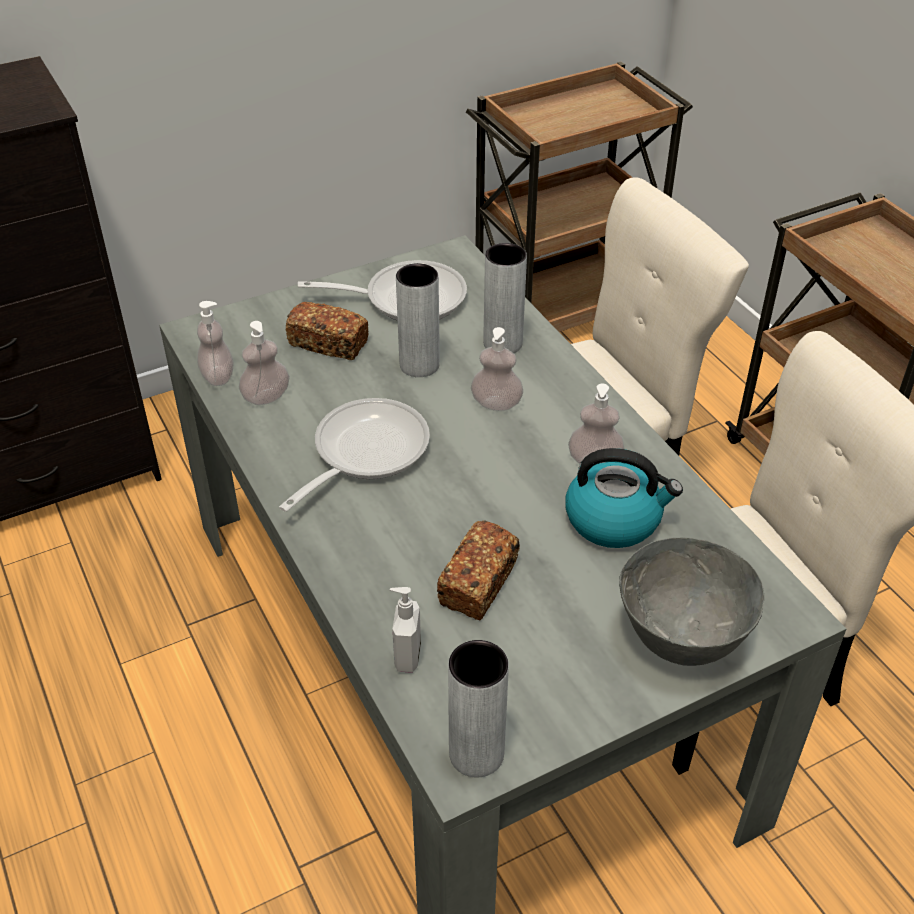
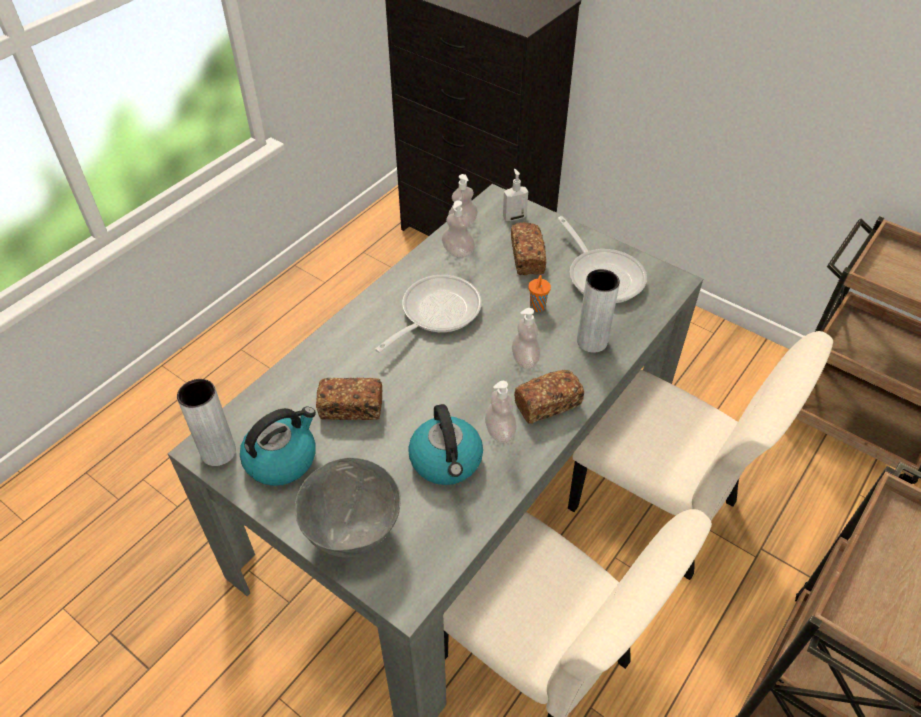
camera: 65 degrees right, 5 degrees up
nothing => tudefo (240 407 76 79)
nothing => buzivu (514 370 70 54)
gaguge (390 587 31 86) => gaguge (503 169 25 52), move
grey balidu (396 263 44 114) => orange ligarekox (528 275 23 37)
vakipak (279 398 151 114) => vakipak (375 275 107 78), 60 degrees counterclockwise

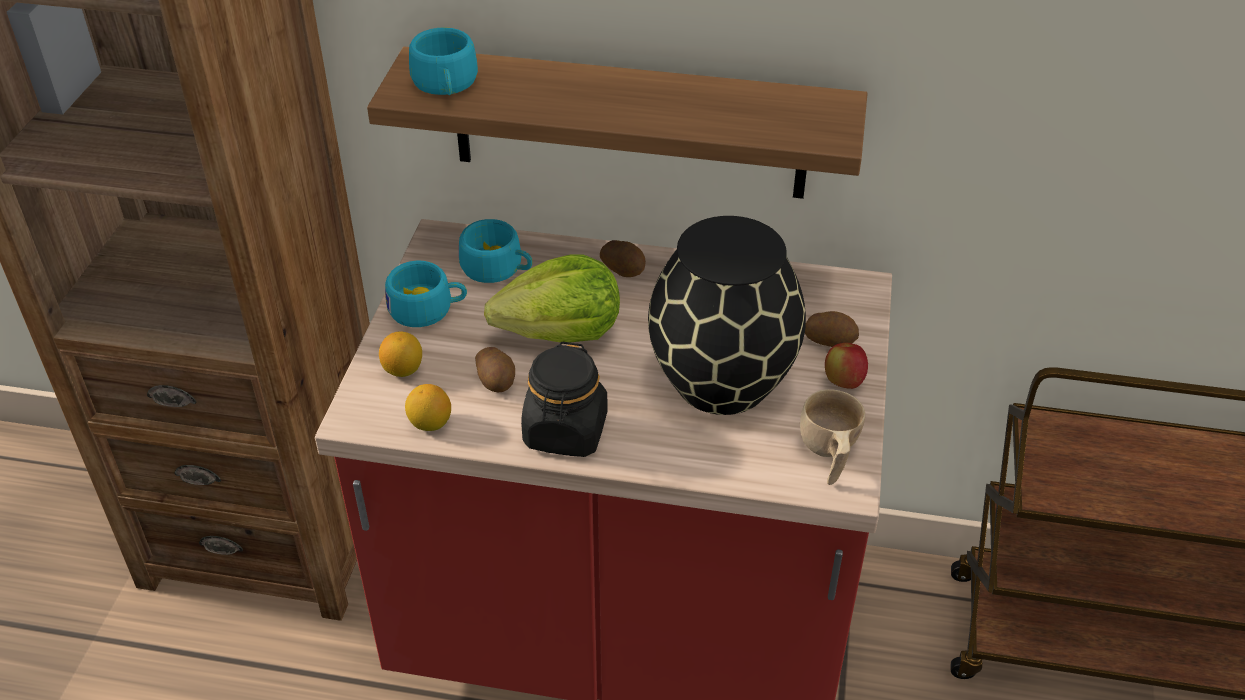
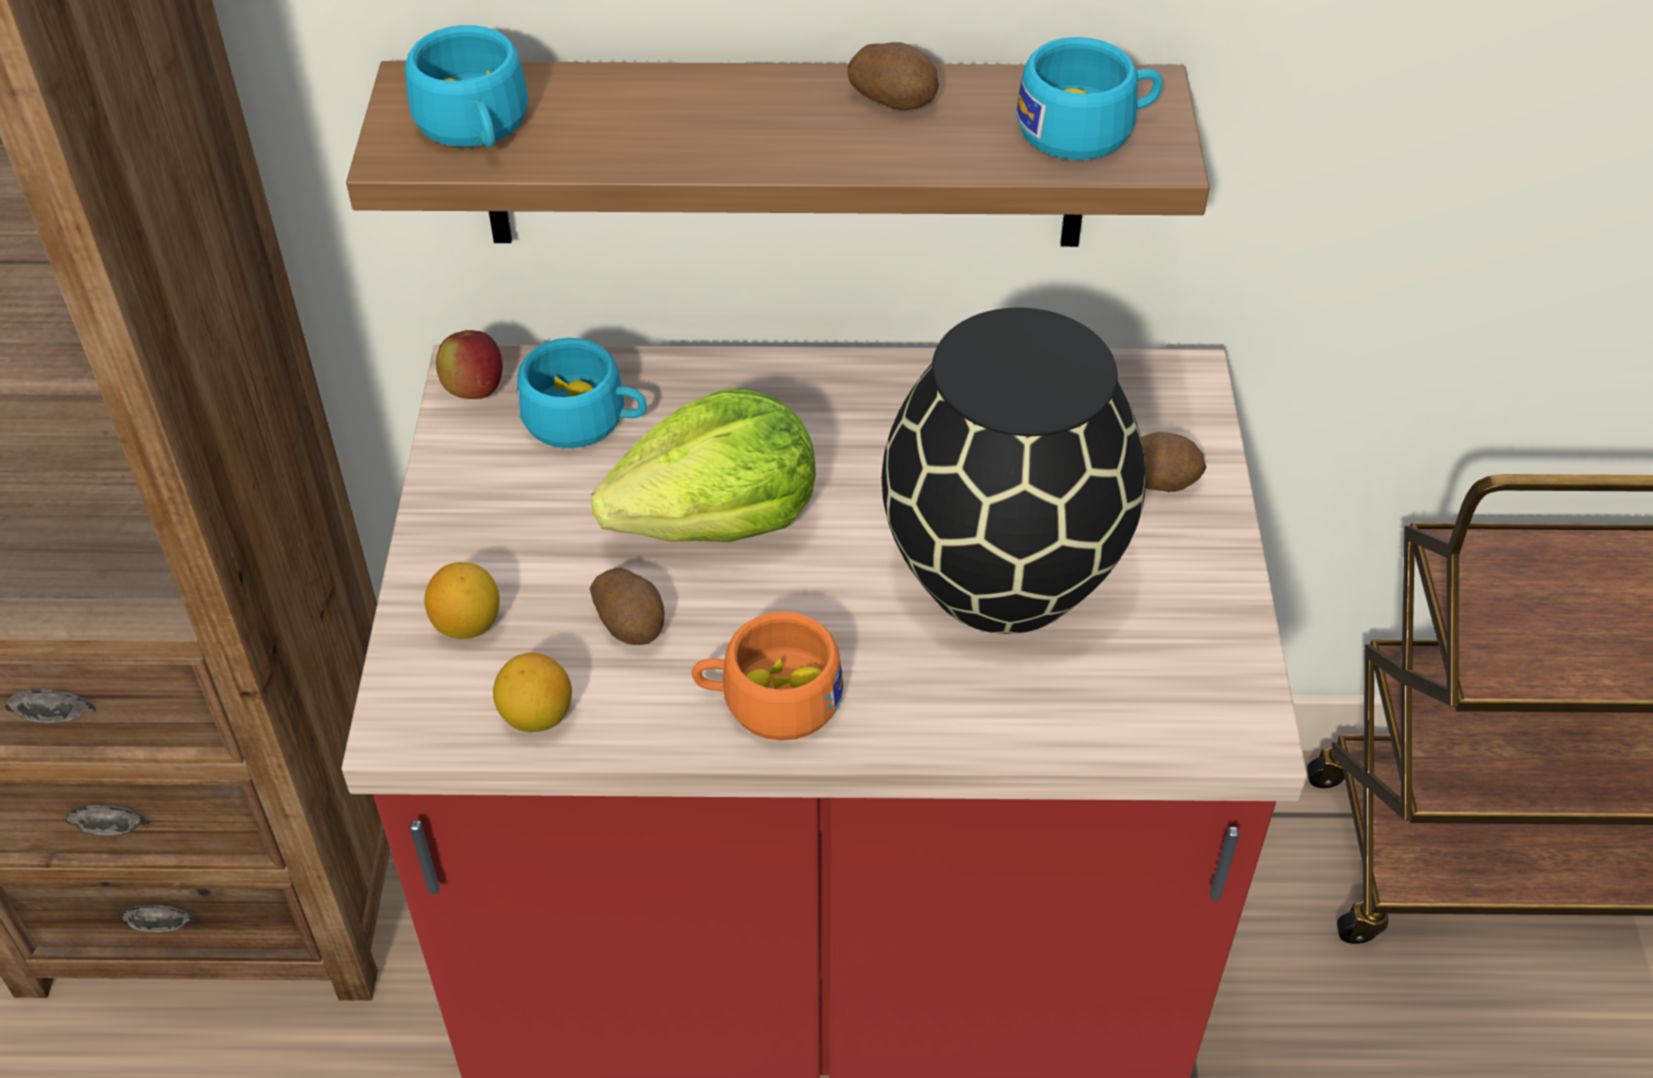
camera: 10 degrees left, 5 degrees up
beige ligarekox (800 389 65 96) => nothing
turquoise ligarekox (385 261 82 66) => turquoise ligarekox (1016 37 147 123), move
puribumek (600 240 46 37) => puribumek (848 42 91 68), move
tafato (825 343 43 46) => tafato (436 330 67 69), move
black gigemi (521 342 87 115) => orange ligarekox (692 611 151 130)

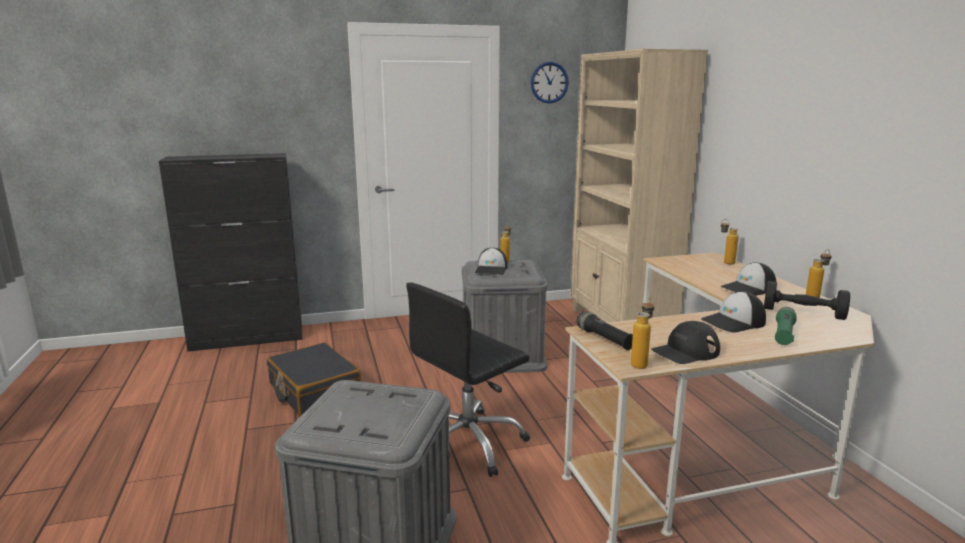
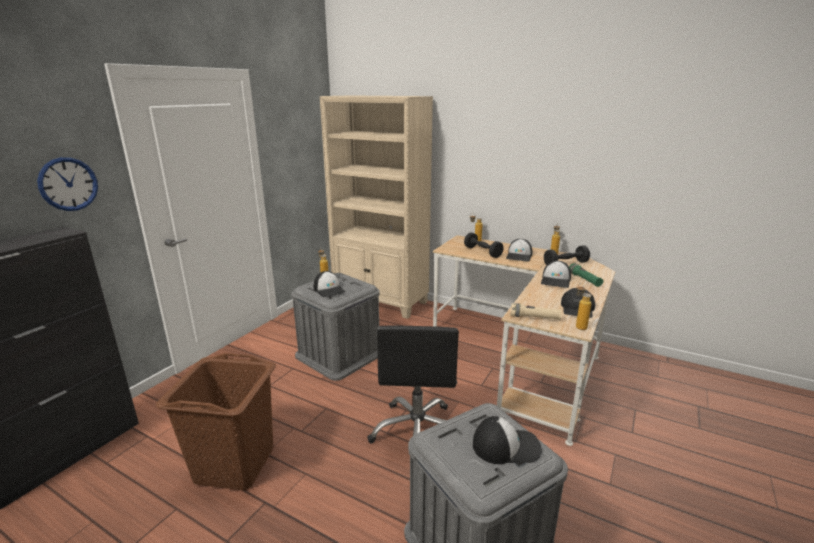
camera: 45 degrees left, 5 degrees up
nothing => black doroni (464 233 40 25)
nothing => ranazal (473 416 69 48)
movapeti (531 62 38 42) => movapeti (37 157 61 54), move
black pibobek (267 342 94 74) => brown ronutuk (156 353 120 137)
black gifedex (576 311 57 39) => beige gifedex (511 303 50 17)

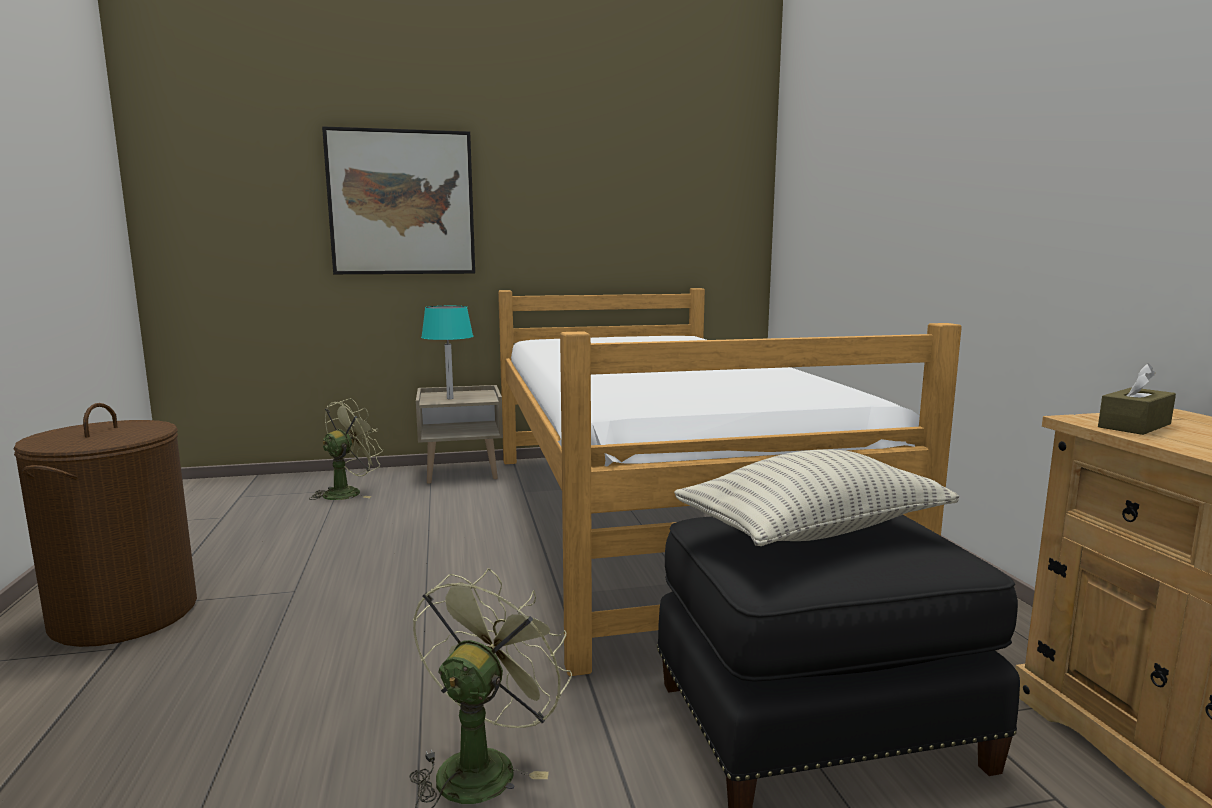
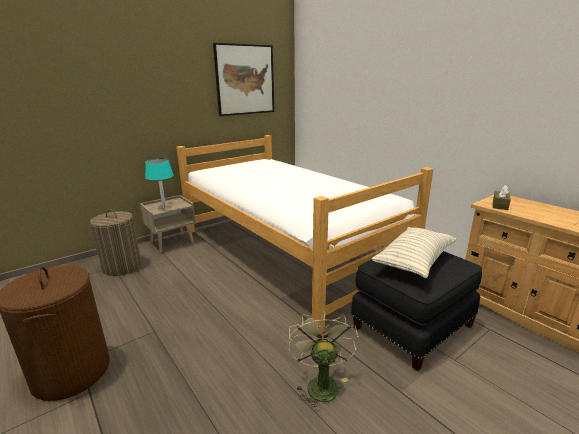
camera: 25 degrees left, 10 degrees up
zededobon (322 126 153 148) => zededobon (213 43 61 73), move
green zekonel (309 398 74 102) => ronutuk (90 209 51 67)

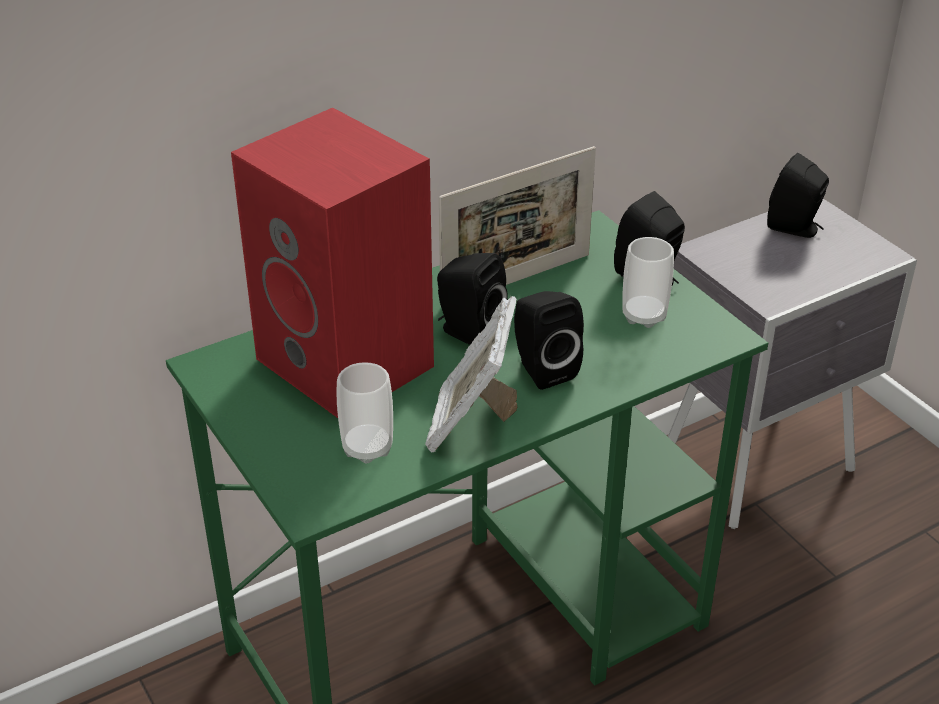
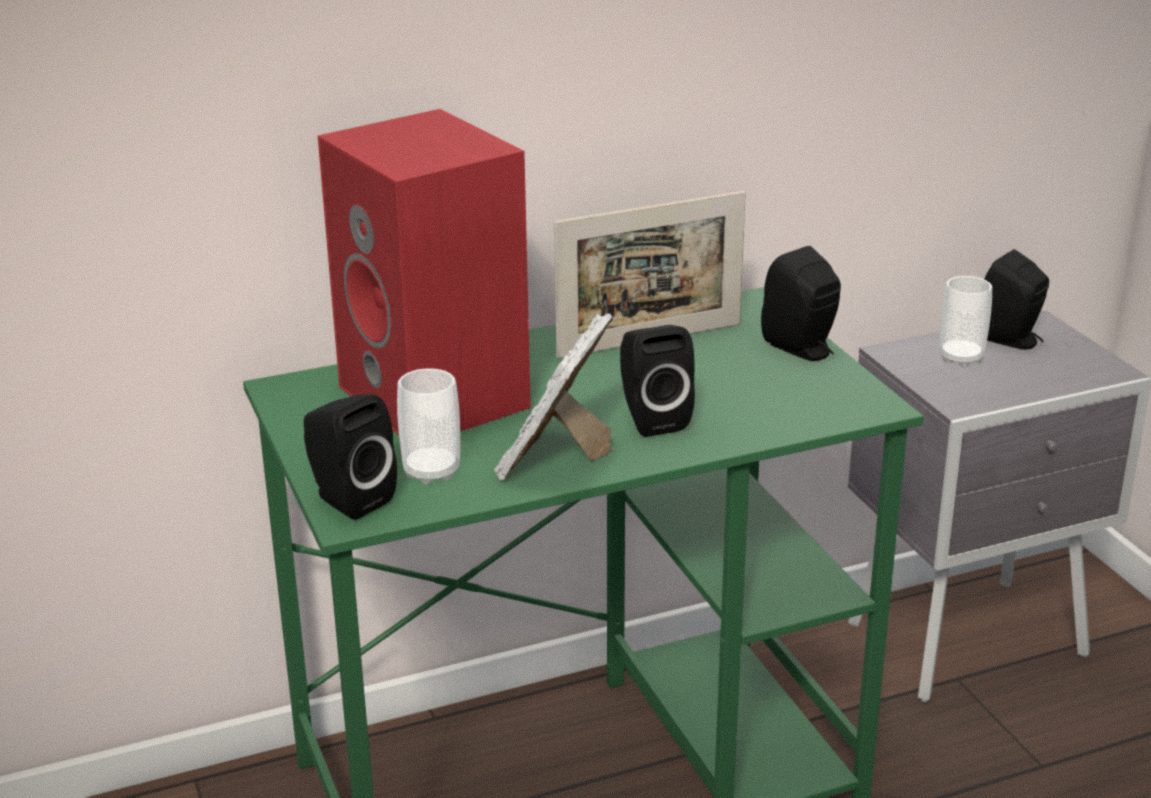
camera: 10 degrees right, 10 degrees down
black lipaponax (437 253 71 92) => black lipaponax (304 394 93 126), move
ligarekox (622 237 52 91) => ligarekox (939 276 53 91), move

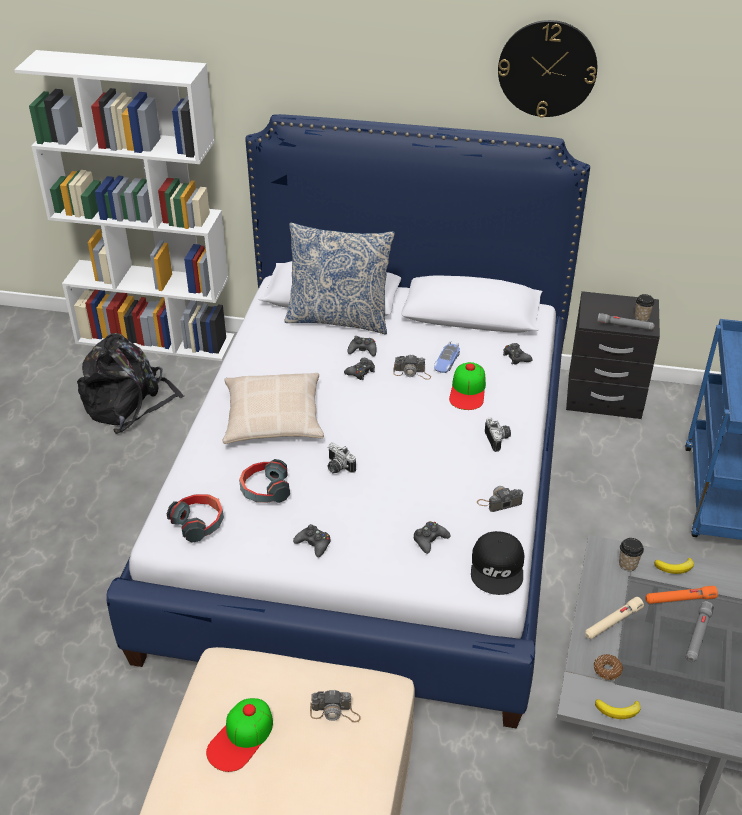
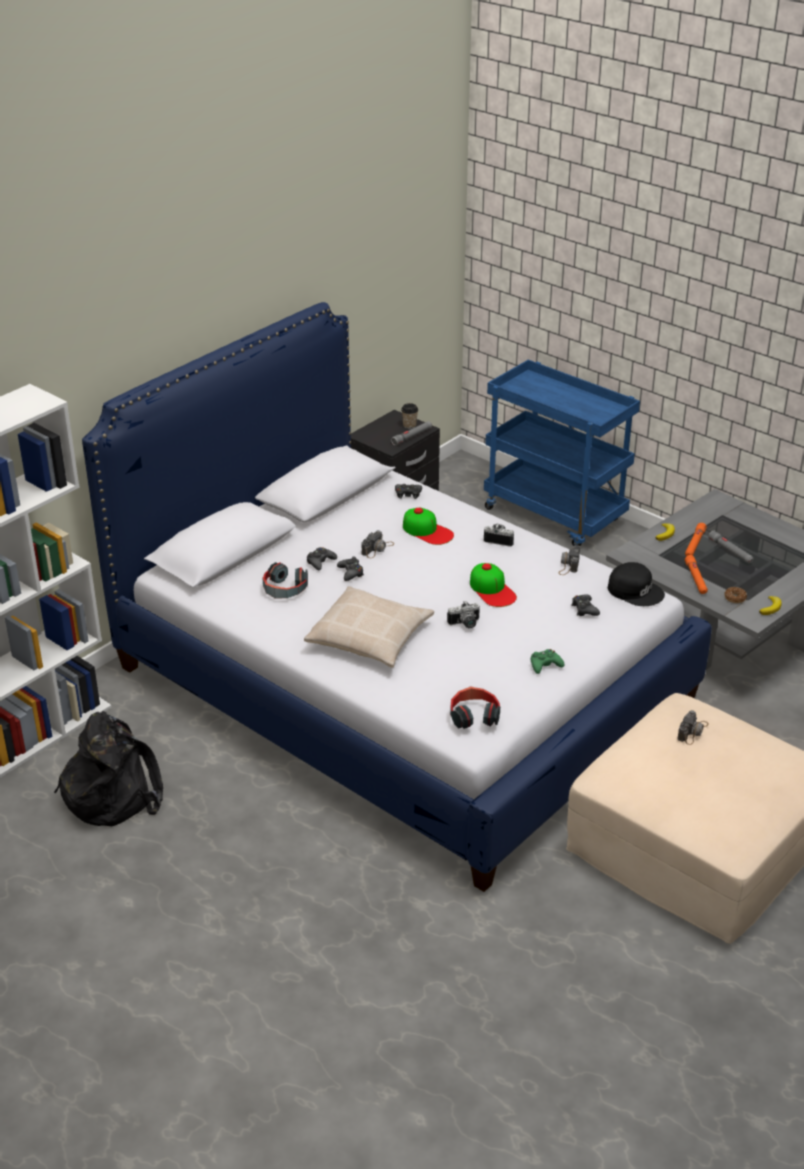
camera: 60 degrees left, 5 degrees down
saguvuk (284 223 111 111) => nothing
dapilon (434 341 26 32) => nothing
movapeti (498 20 99 97) => nothing
ligarekox (619 538 25 33) => nothing
ranazal (206 698 67 74) => ranazal (470 563 47 44), move
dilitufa (239 459 51 44) => dilitufa (263 562 45 37), move
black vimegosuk (293 524 37 33) => green vimegosuk (531 649 33 25)
beige gifedex (585 597 59 42) => orange gifedex (685 555 23 39)

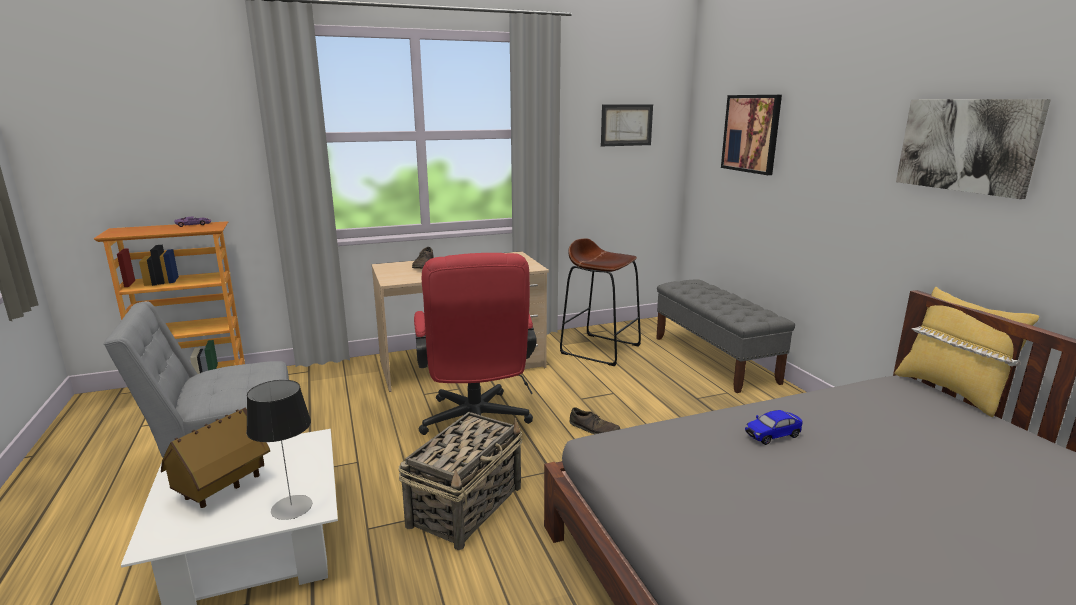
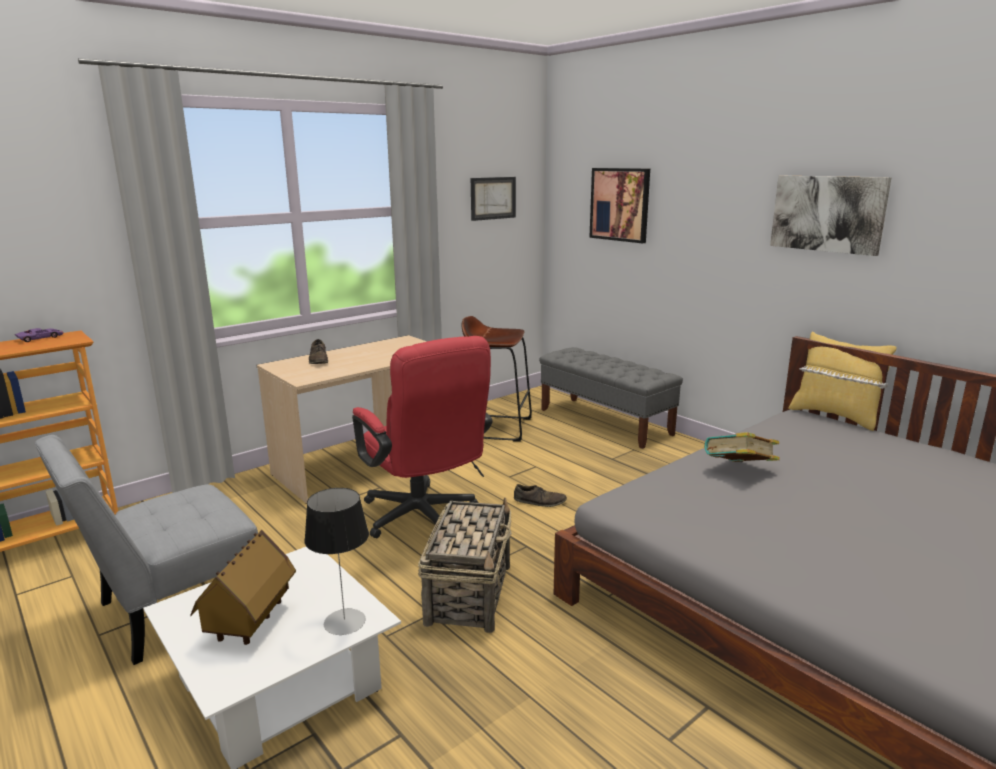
camera: 20 degrees left, 0 degrees up
dapilon (745 410 58 35) => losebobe (704 432 76 30)

